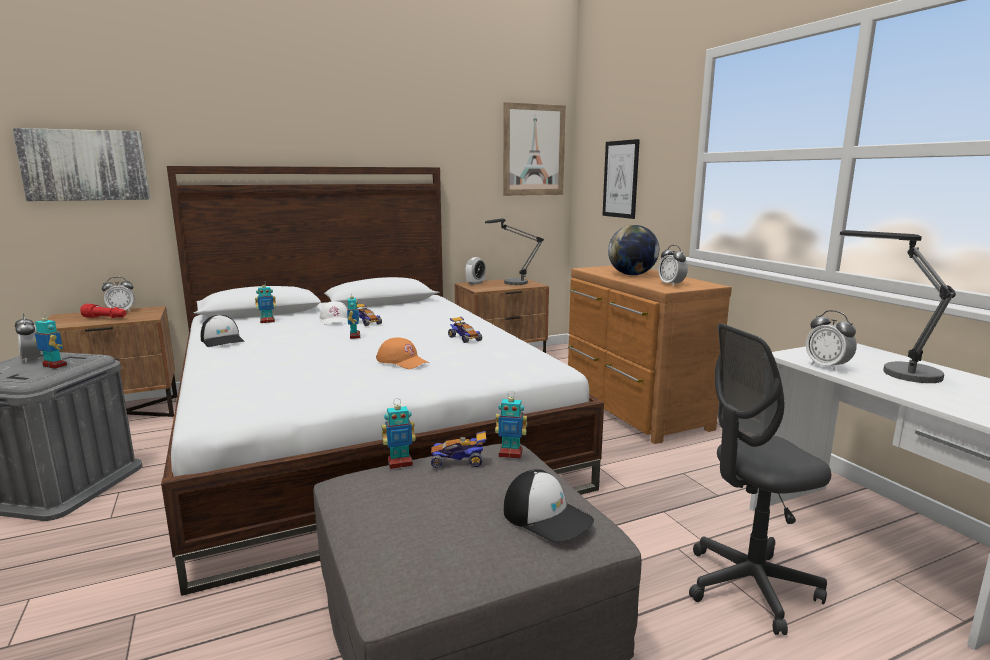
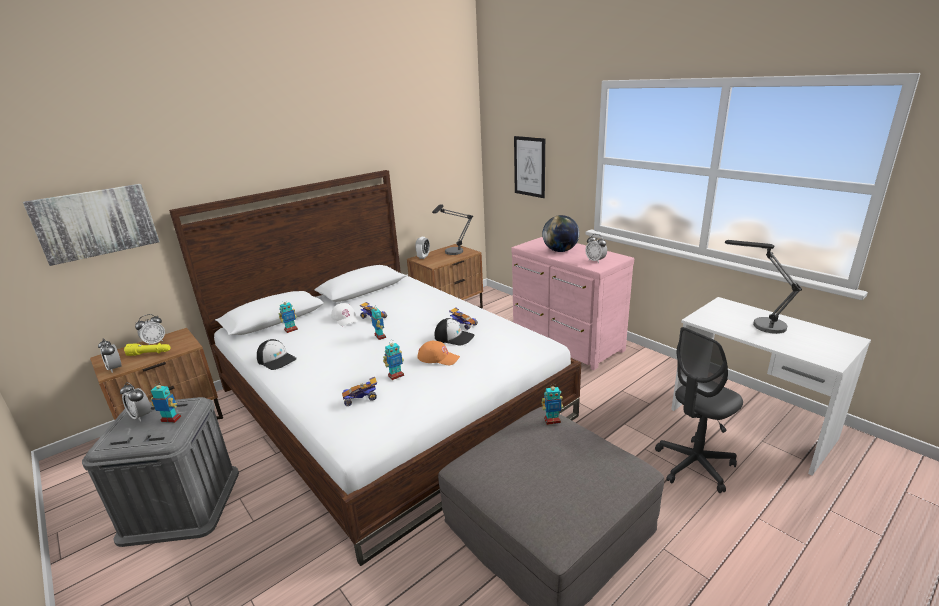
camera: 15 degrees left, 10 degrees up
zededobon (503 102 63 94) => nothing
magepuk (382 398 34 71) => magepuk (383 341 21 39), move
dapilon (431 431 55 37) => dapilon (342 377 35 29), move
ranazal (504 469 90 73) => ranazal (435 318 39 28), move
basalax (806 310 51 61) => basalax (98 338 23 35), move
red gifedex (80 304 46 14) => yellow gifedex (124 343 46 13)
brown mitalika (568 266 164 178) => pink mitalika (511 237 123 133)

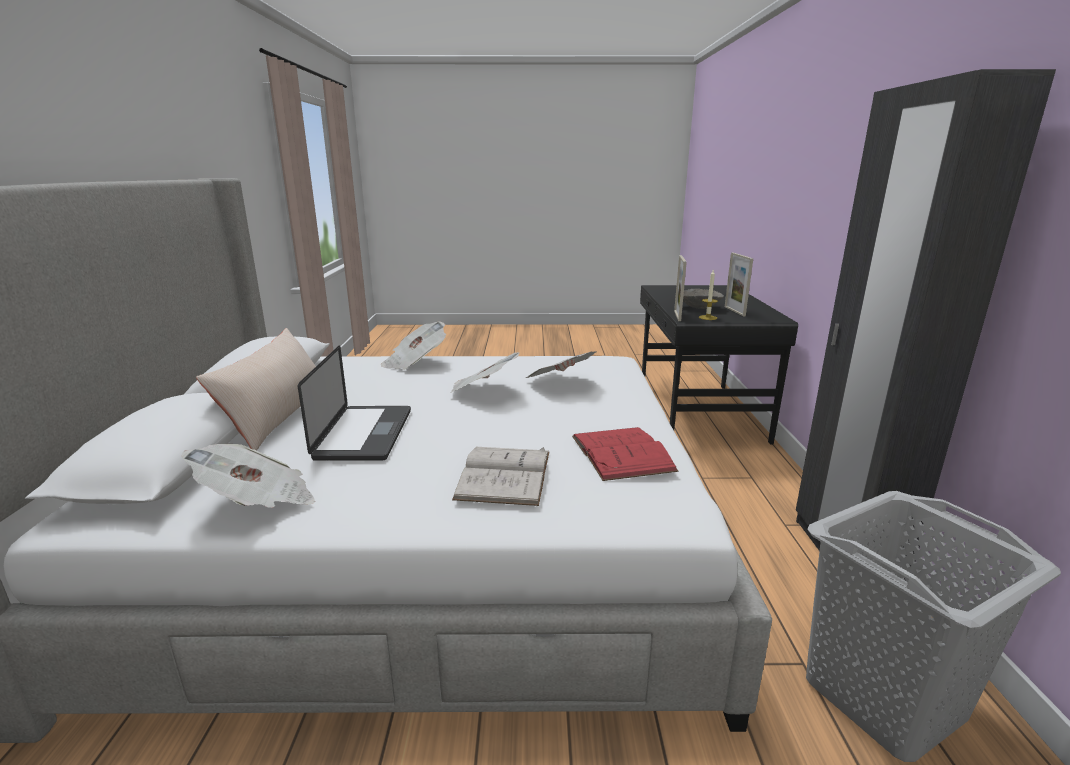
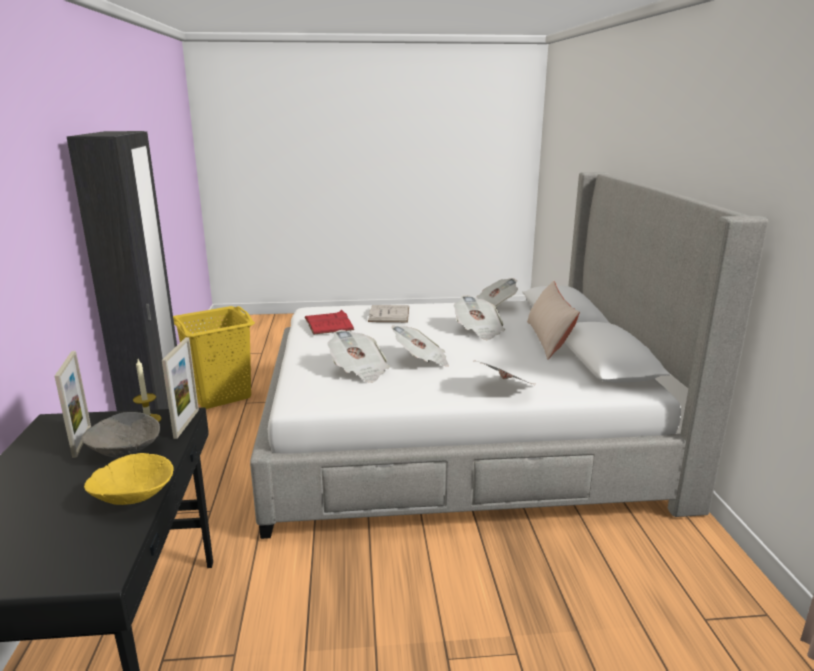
camera: 175 degrees right, 0 degrees up
nothing => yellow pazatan (84 453 90 52)
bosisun (298 346 113 115) => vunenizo (454 295 51 45)
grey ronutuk (806 491 255 271) => yellow ronutuk (173 306 82 103)

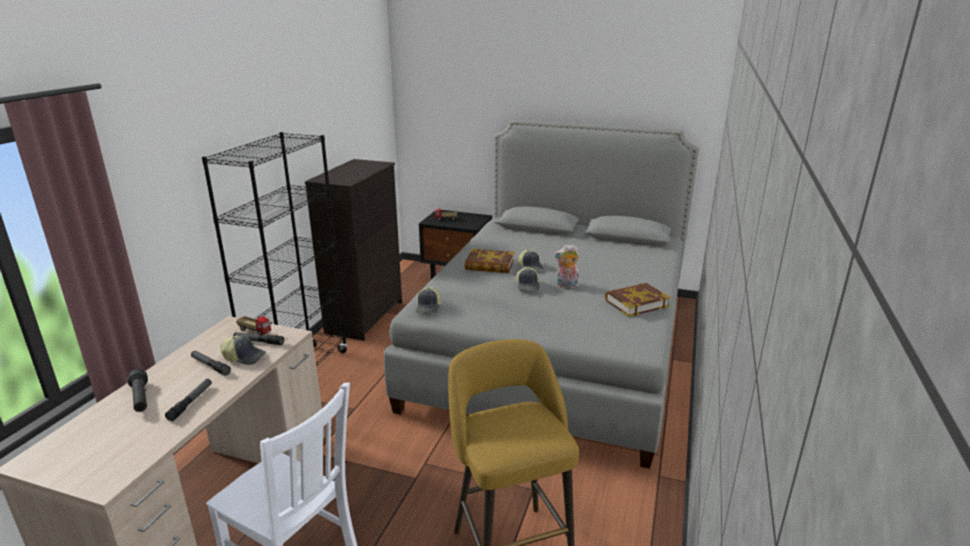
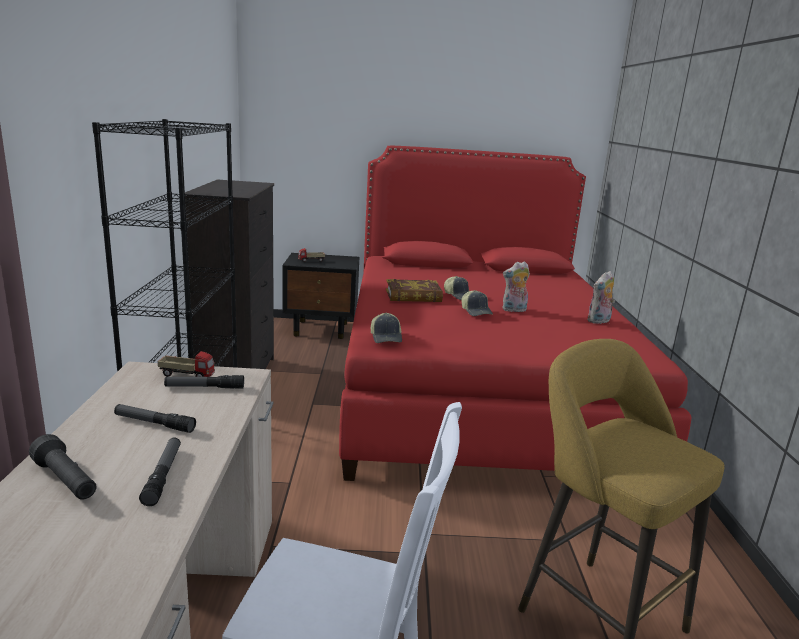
camera: 20 degrees left, 5 degrees down
ranazal (220 335 46 30) => nothing
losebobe (605 283 66 34) => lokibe (587 271 28 53)
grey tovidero (384 120 315 349) => red tovidero (339 146 352 335)

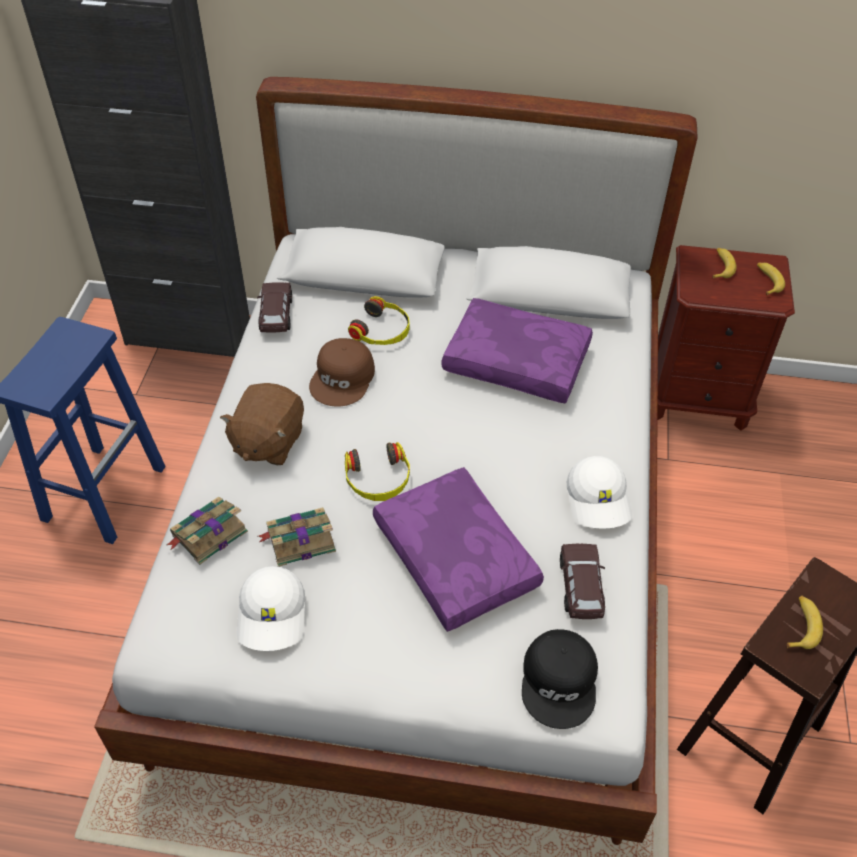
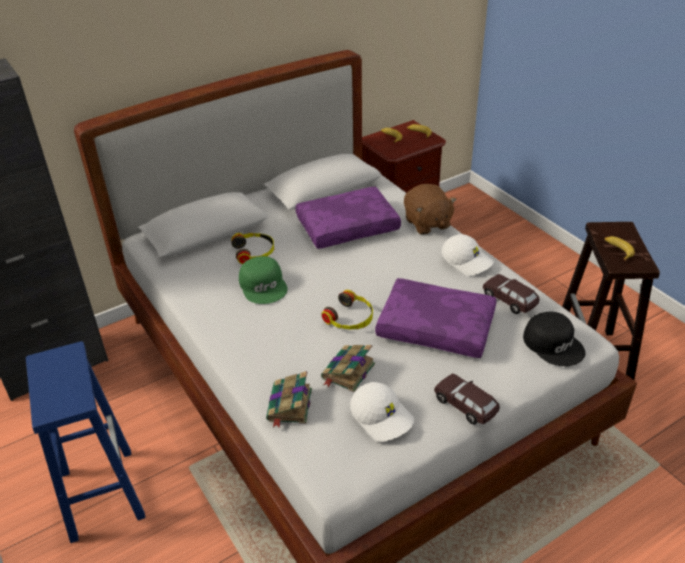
camera: 40 degrees left, 10 degrees down
brown lokibe (220 383 84 82) => brown lokibe (404 184 53 51), move
brown dapilon (257 282 35 51) => brown dapilon (434 374 66 51), move
brown ranazal (309 338 66 68) => green ranazal (239 256 49 48)

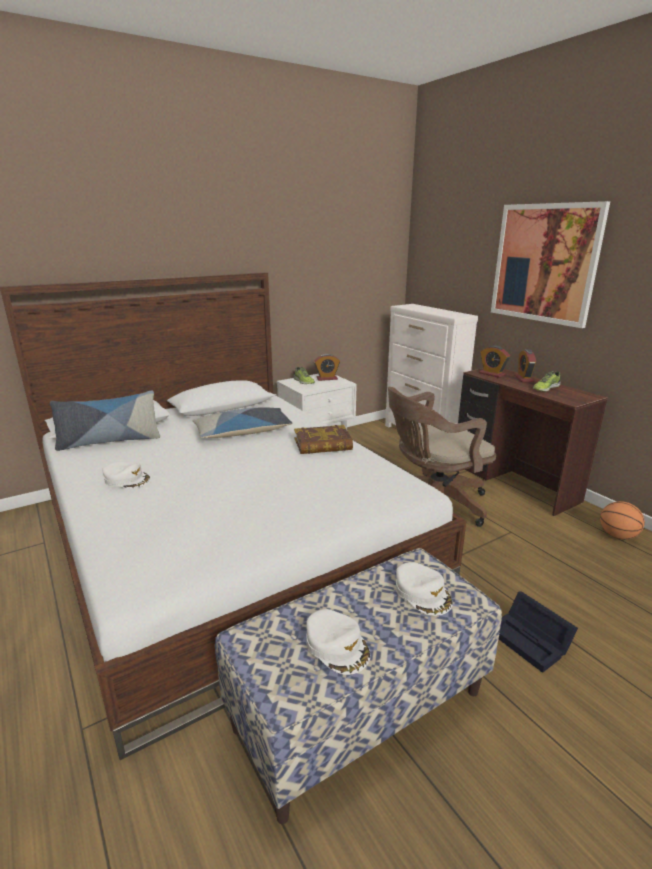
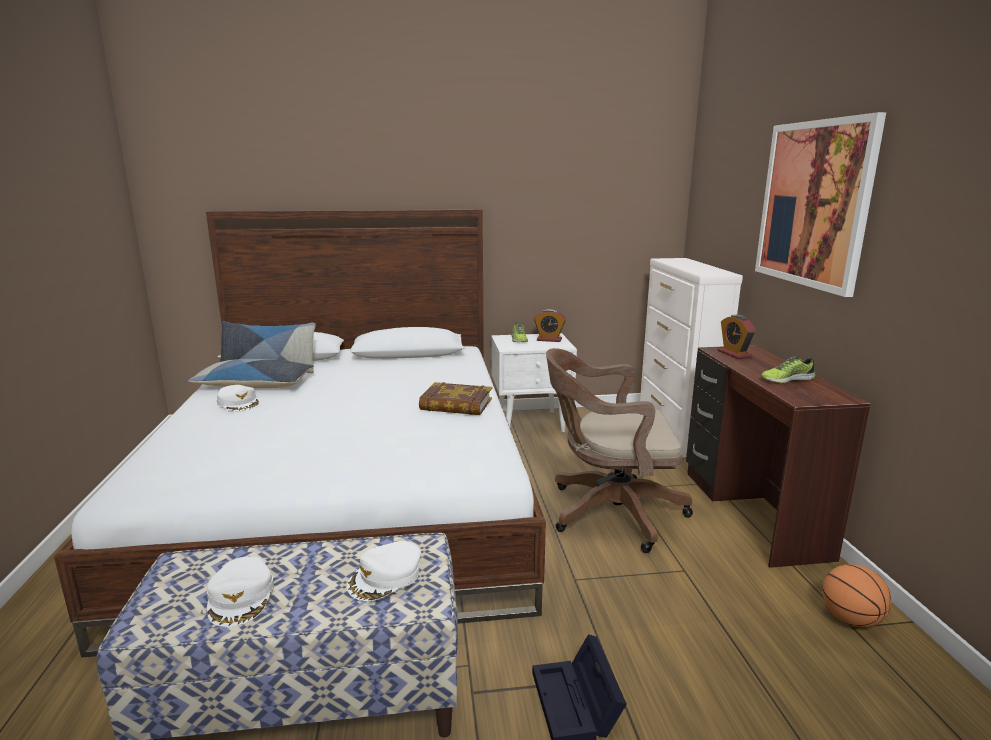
camera: 25 degrees right, 5 degrees down
basalax (514 349 22 33) => nothing
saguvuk (192 407 100 31) => saguvuk (188 359 126 29), move
white ranazal (396 562 57 54) => white ranazal (347 541 74 60), 45 degrees clockwise

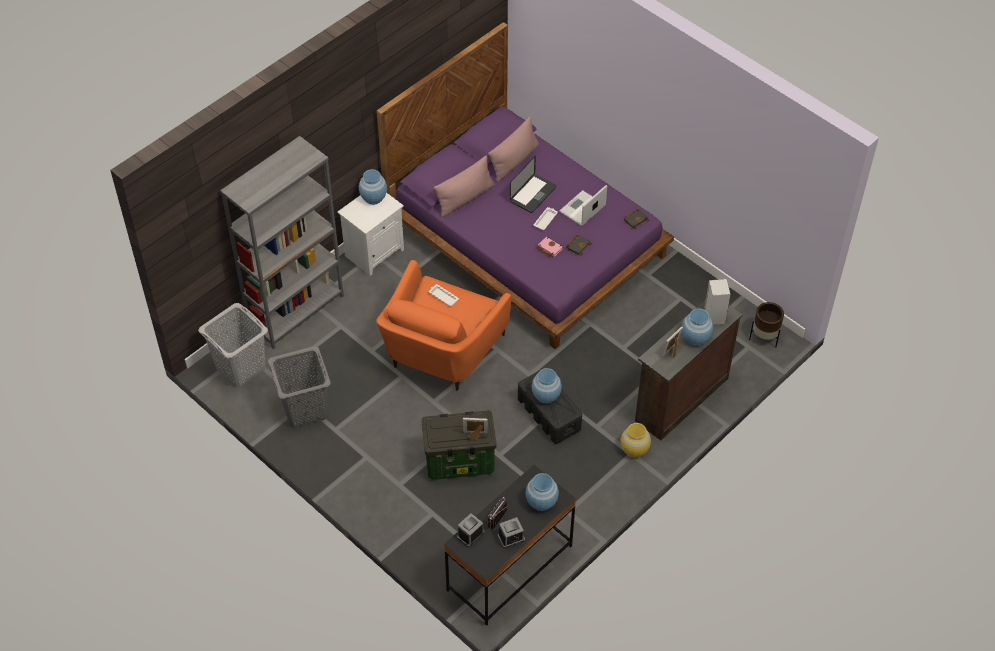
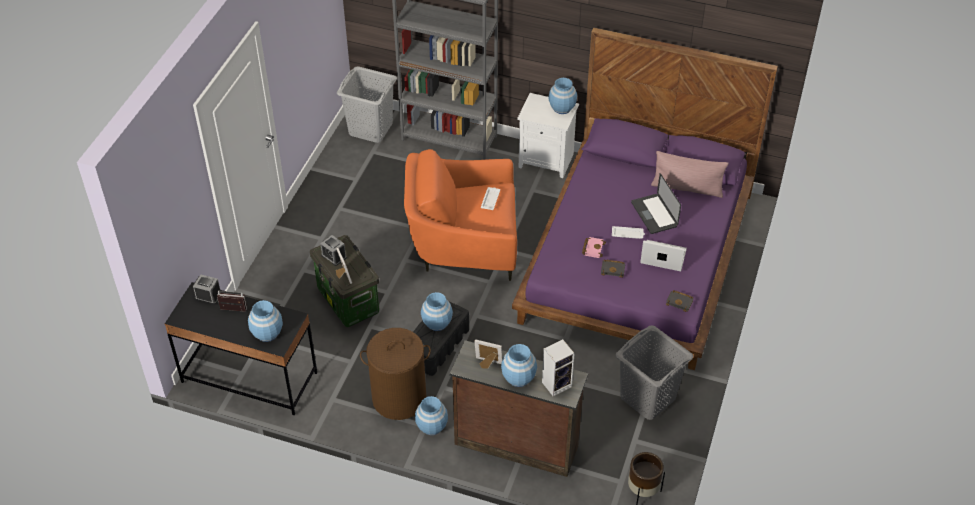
camera: 65 degrees right, 5 degrees down
pink saguvuk (434 155 61 62) => nothing
nothing => brown ronutuk (360 328 71 92)
grey ronutuk (268 346 63 82) => grey ronutuk (616 326 77 94), move
basalax (498 517 27 31) => basalax (320 235 27 31), move
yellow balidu (620 423 31 35) => blue balidu (415 396 33 39)
bosisun (510 156 47 57) => bosisun (631 173 50 61), 60 degrees clockwise

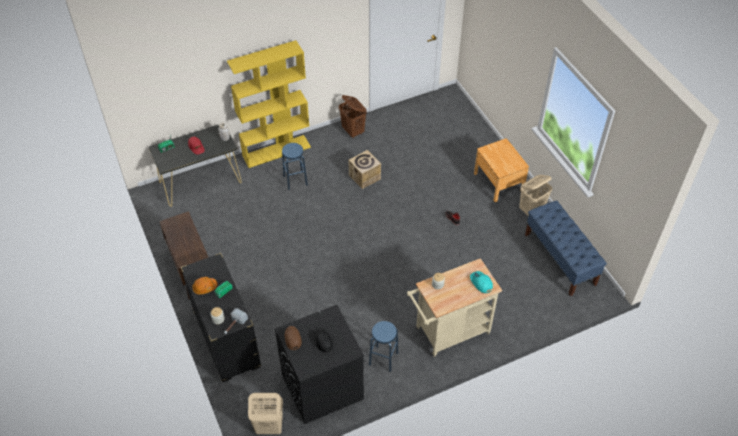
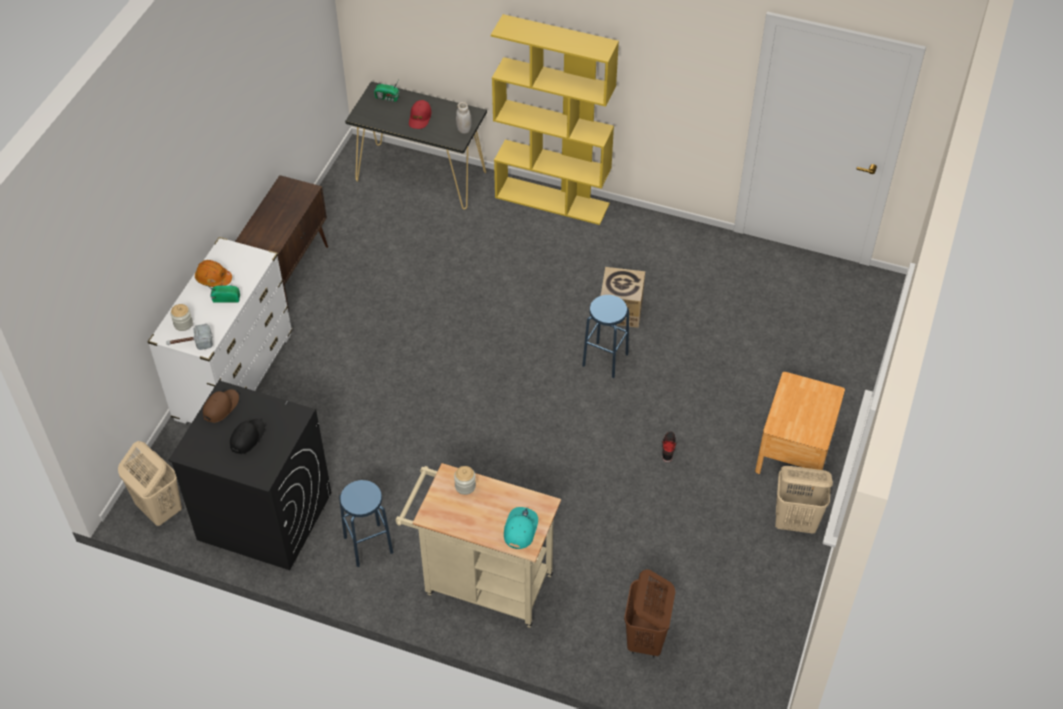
camera: 45 degrees right, 0 degrees up
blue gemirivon (525 200 82 96) => nothing
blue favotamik (282 143 26 47) => blue favotamik (582 295 47 83), move
brown ronutuk (339 95 28 44) => brown ronutuk (624 569 51 89), move
black mitalika (181 253 80 129) => white mitalika (148 237 144 187)

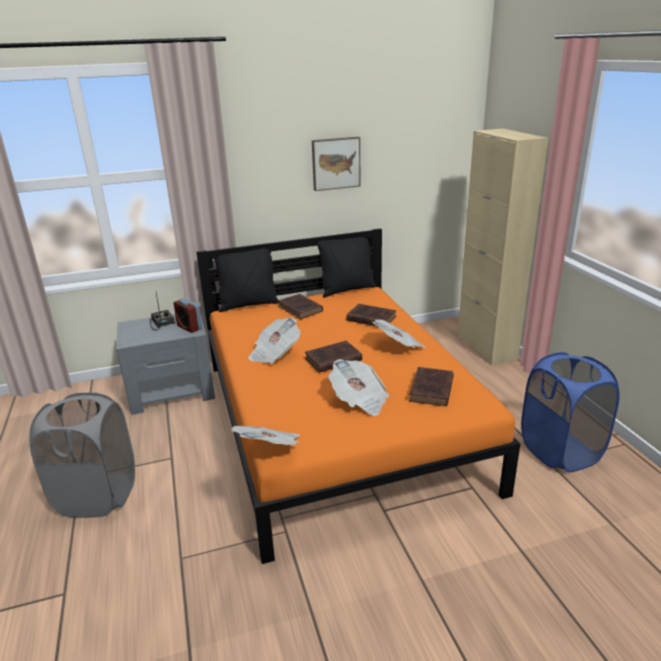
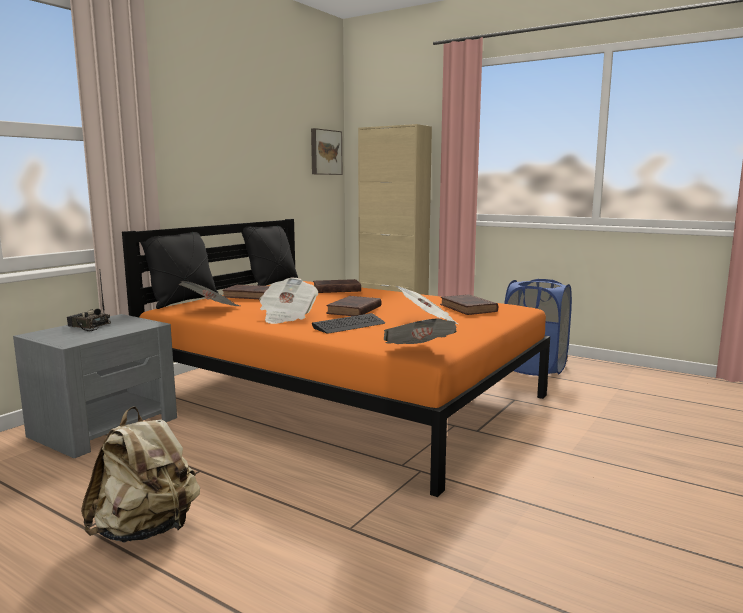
camera: 40 degrees left, 15 degrees down
basalax (173 298 29 35) => nothing
nothing => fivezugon (312 313 73 21)
zededobon (312 137 49 54) => zededobon (311 128 31 47), move
vunenizo (372 320 54 28) => vunenizo (179 281 61 25), move
grey ronutuk (29 392 106 126) => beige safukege (81 407 119 135)

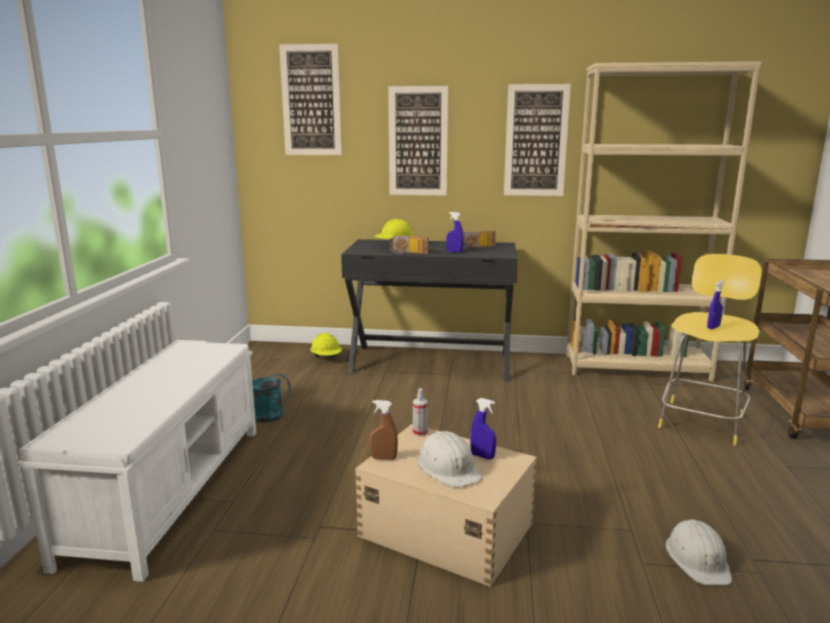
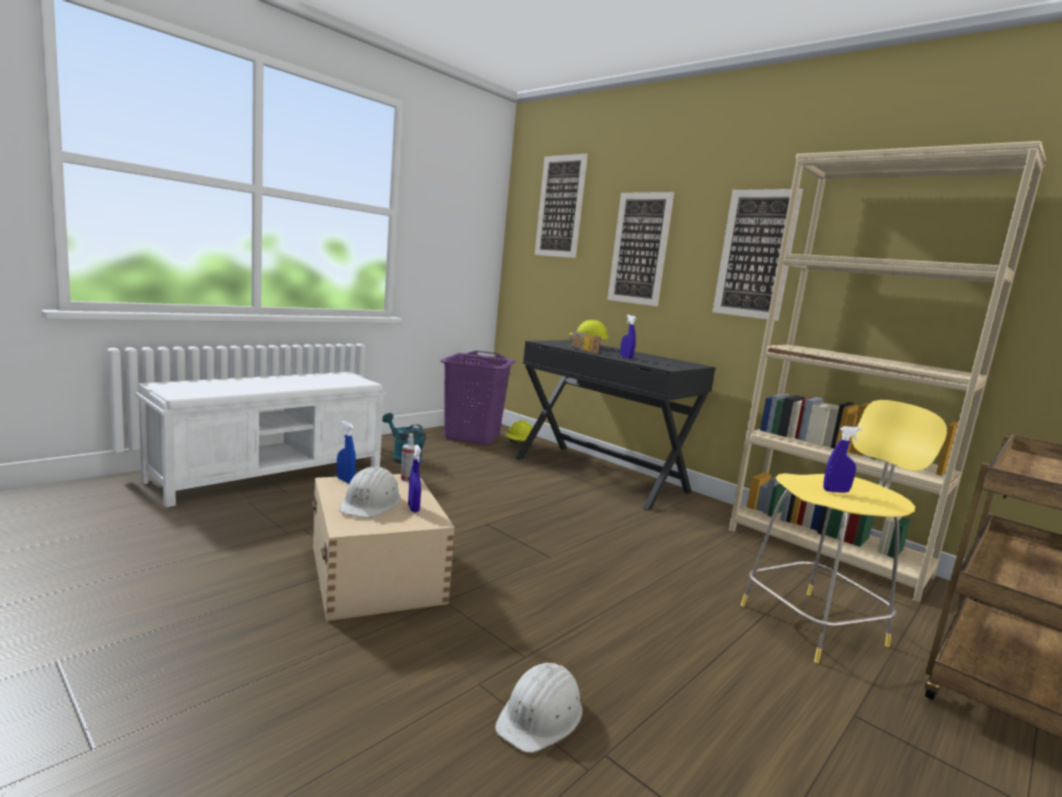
camera: 35 degrees right, 5 degrees down
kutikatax (463 230 33 19) => nothing
nothing => purple ronutuk (440 351 75 94)
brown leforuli (370 400 28 60) => blue leforuli (337 421 19 62)

